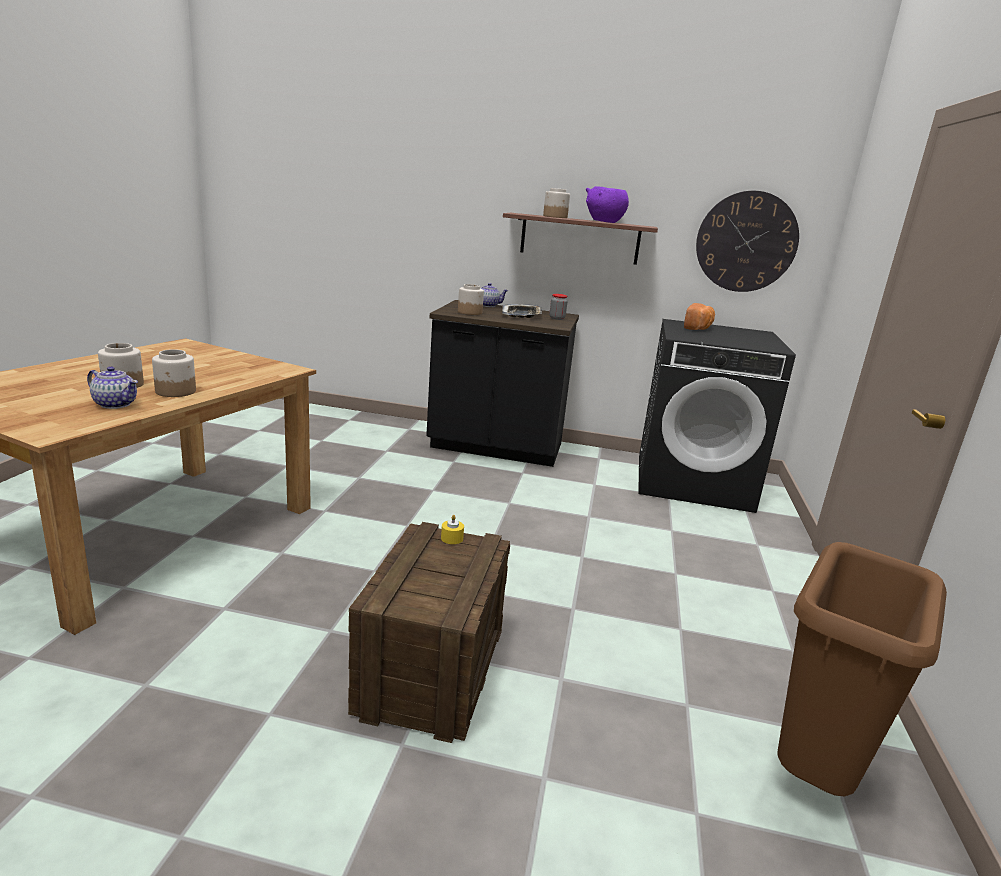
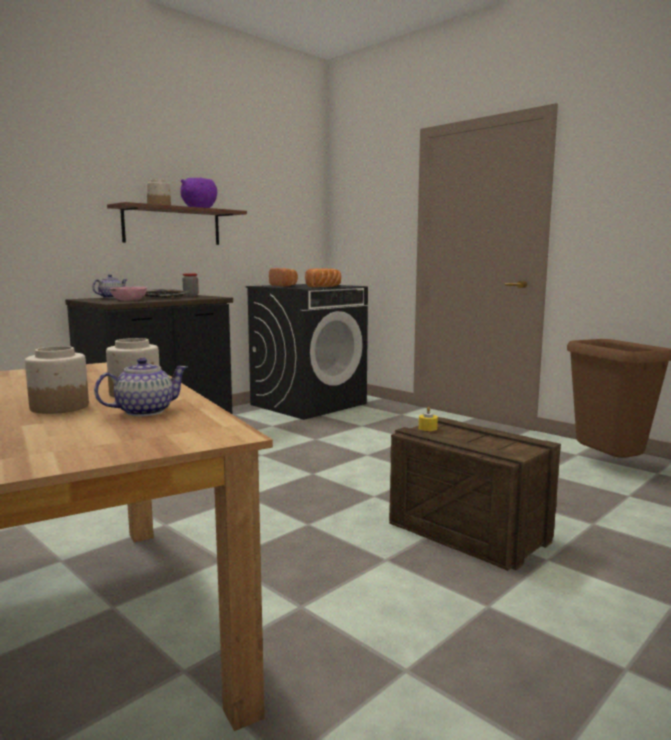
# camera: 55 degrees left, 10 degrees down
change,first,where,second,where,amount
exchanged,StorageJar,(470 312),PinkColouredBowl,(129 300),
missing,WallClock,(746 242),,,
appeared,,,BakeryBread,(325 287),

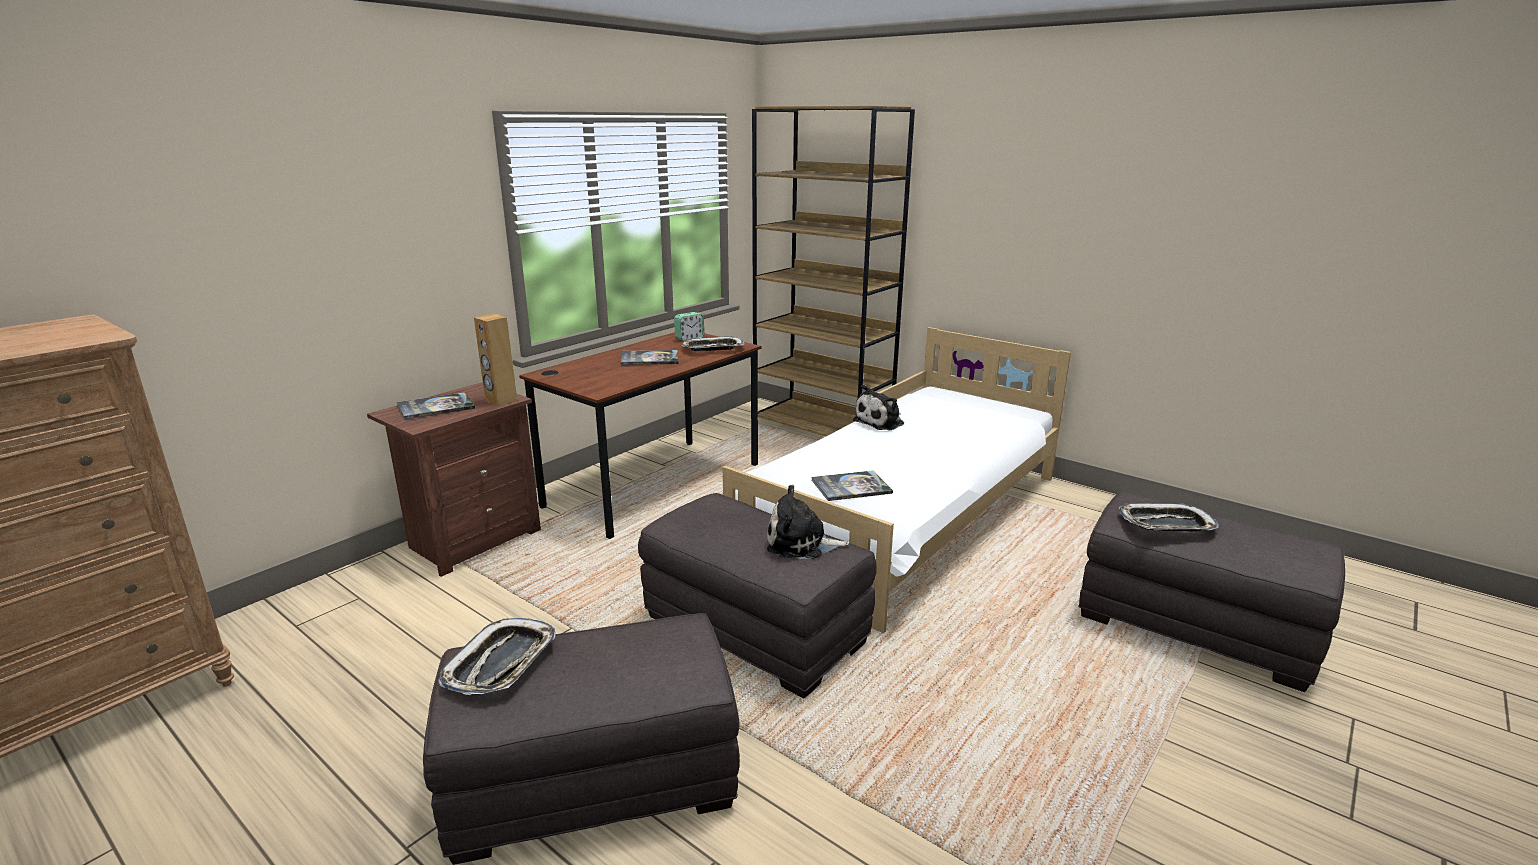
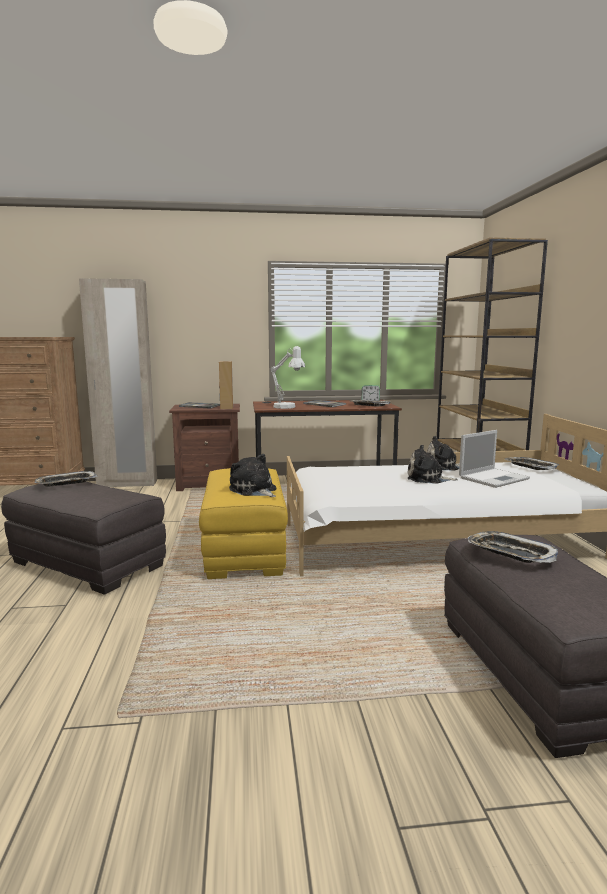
# camera: 45 degrees right, 10 degrees down
change,first,where,second,where,amount
colour,GreyOttoman,(757 630),YellowOttoman,(245 550),
missing,Book,(851 487),,,
appeared,,,BeigeColouredArmoire,(127 483),
appeared,,,WhiteColouredTabletopLamp,(288 407),
appeared,,,SoftToy,(427 479),
appeared,,,NotebookComputer,(494 478),
appeared,,,Tray,(530 467),

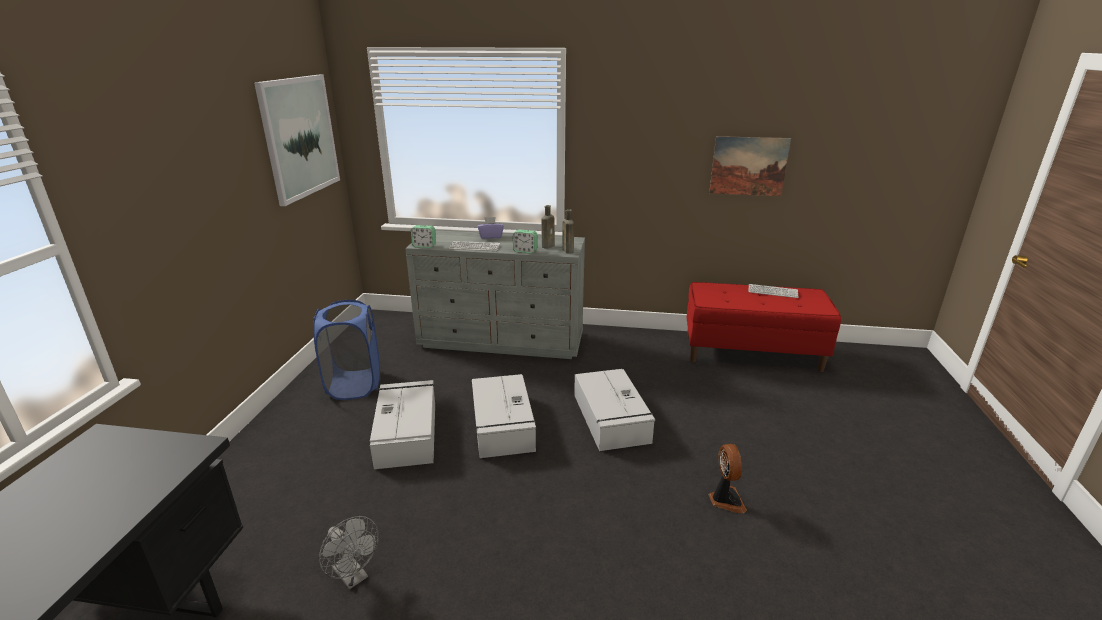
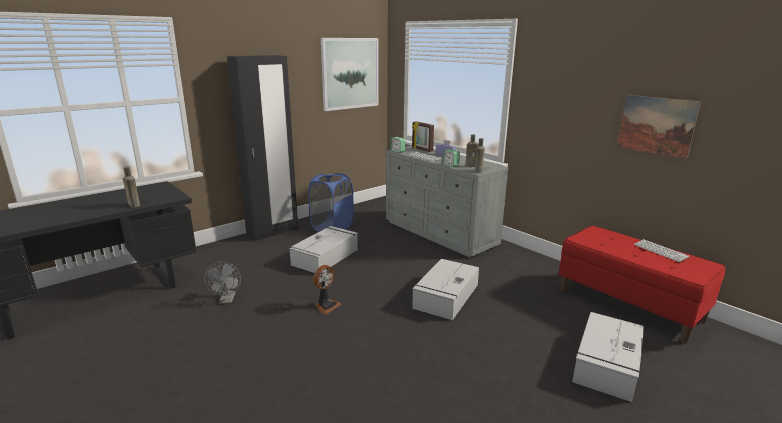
# camera: 40 degrees right, 5 degrees down
change,first,where,second,where,amount
relocated,GreyStorageBox,(502 425),,(607 364),
relocated,CoolingFan,(725 500),,(326 306),
appeared,,,BrownishBottle,(133 205),
appeared,,,BlackArmoire,(273 232),
appeared,,,PictureFrame,(421 150),

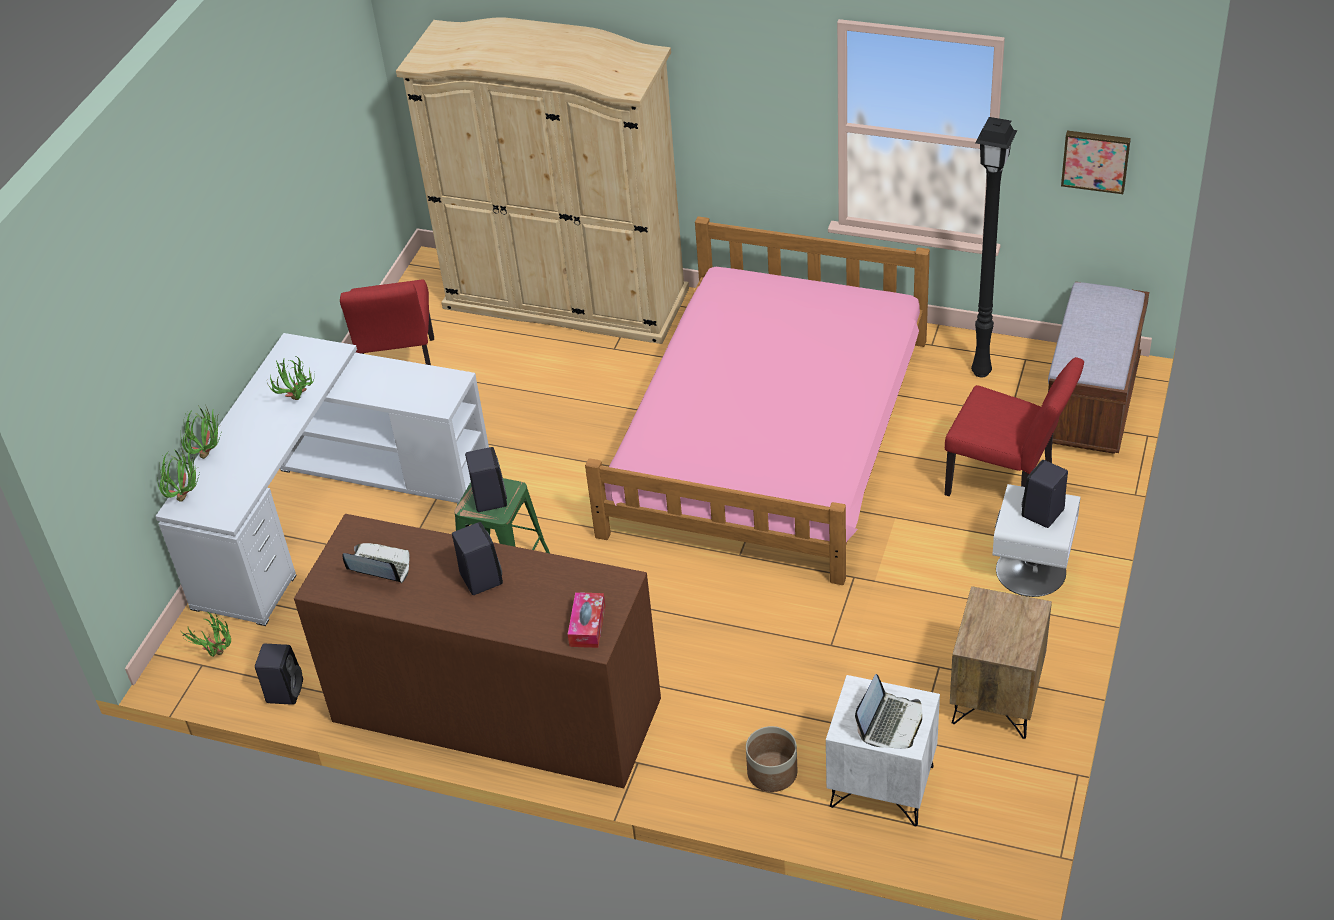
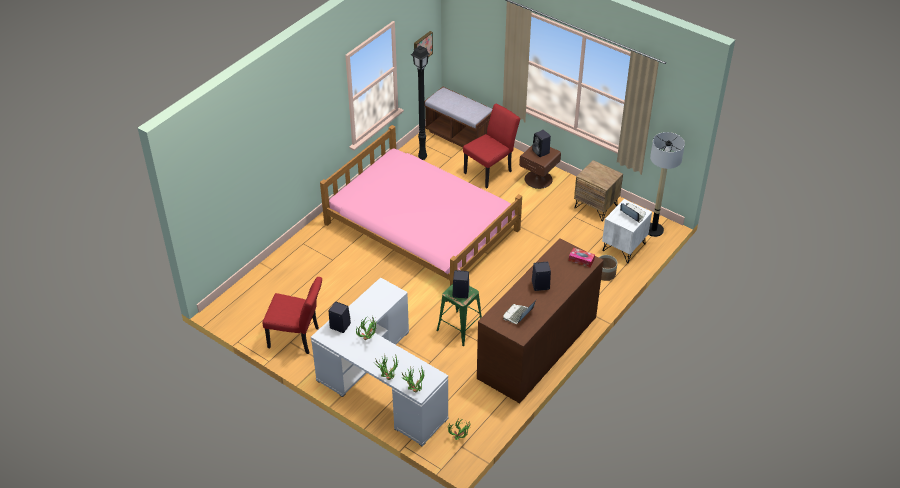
# camera: 75 degrees left, 0 degrees up
change,first,where,second,where,amount
relocated,BlackAudioSpeaker,(285 690),,(339 326),
missing,BeigeColouredArmoire,(566 298),,,
colour,WhiteColouredNightTable,(1032 571),BrownishNightTable,(538 179),
appeared,,,FloorLamp,(653 230),

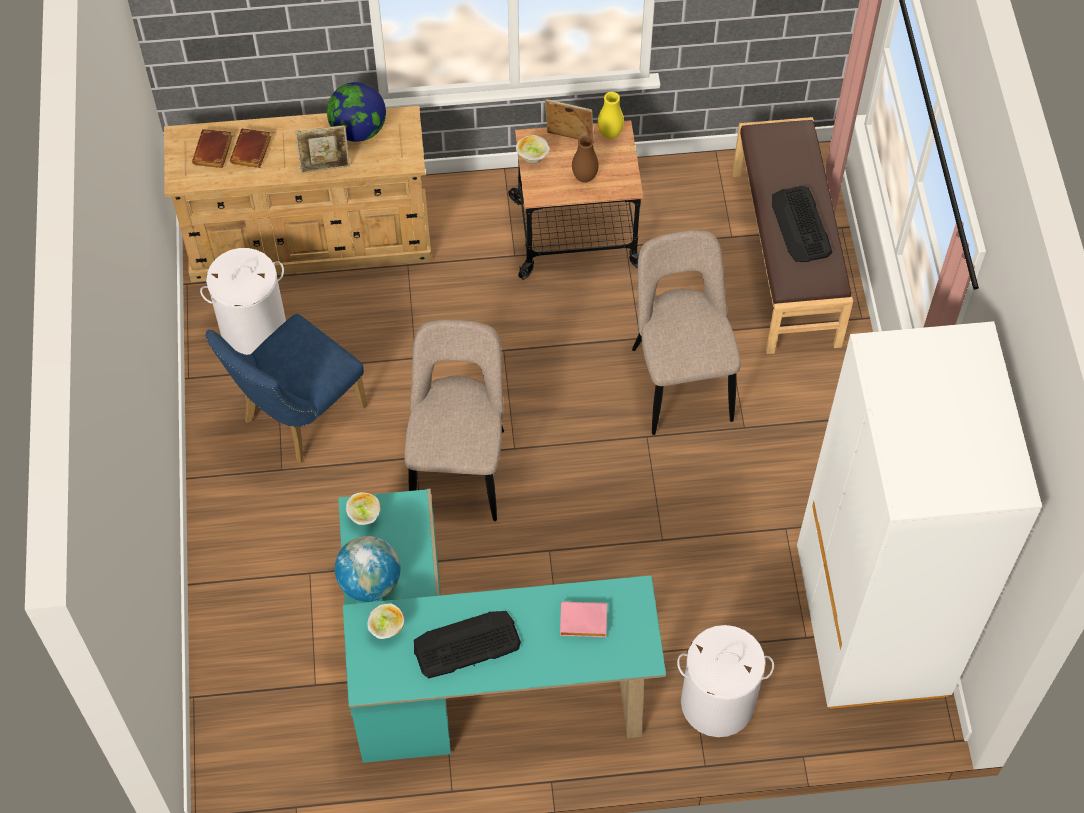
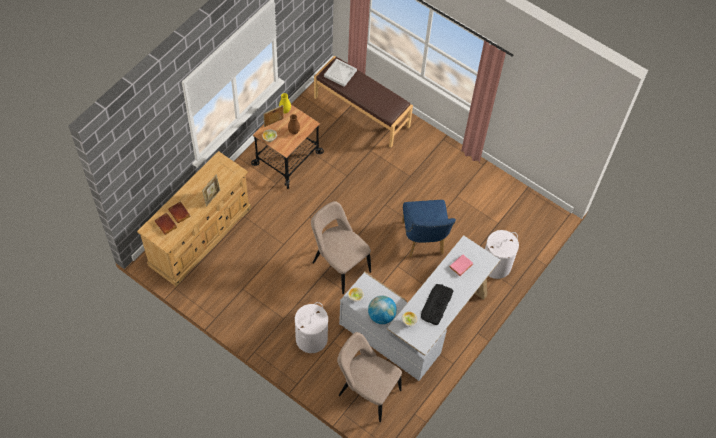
# camera: 50 degrees left, 0 degrees up
change,first,where,second,where,amount
relocated,WhiteColouredWashingBasket,(253 331),,(311 339),
relocated,BlueChair,(297 417),,(423 241),
missing,WorldGlobe,(358 130),,,
colour,TurquoiseDesk,(473 674),WhiteColouredDesk,(418 324),
relocated,BeigeColouredChair,(680 379),,(367 391),
missing,PcKeyboard,(801 225),,,
missing,WhiteColouredArmoire,(870 625),,,
appeared,,,WhiteColouredTray,(339 73),

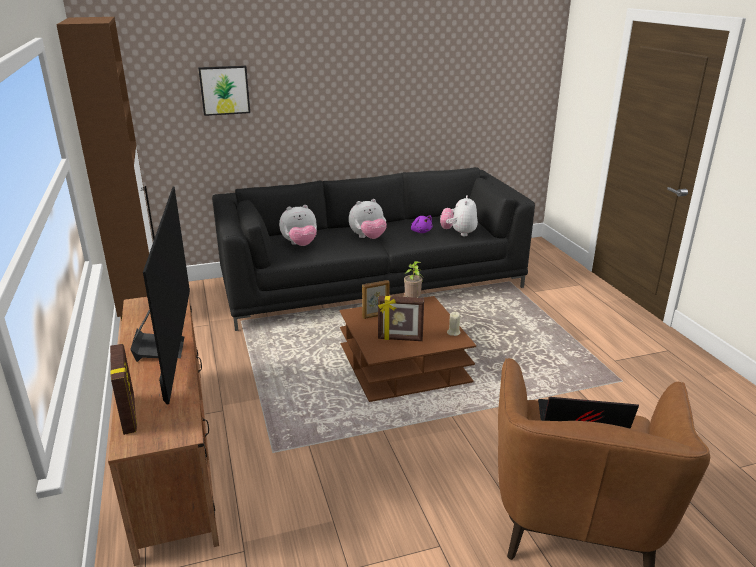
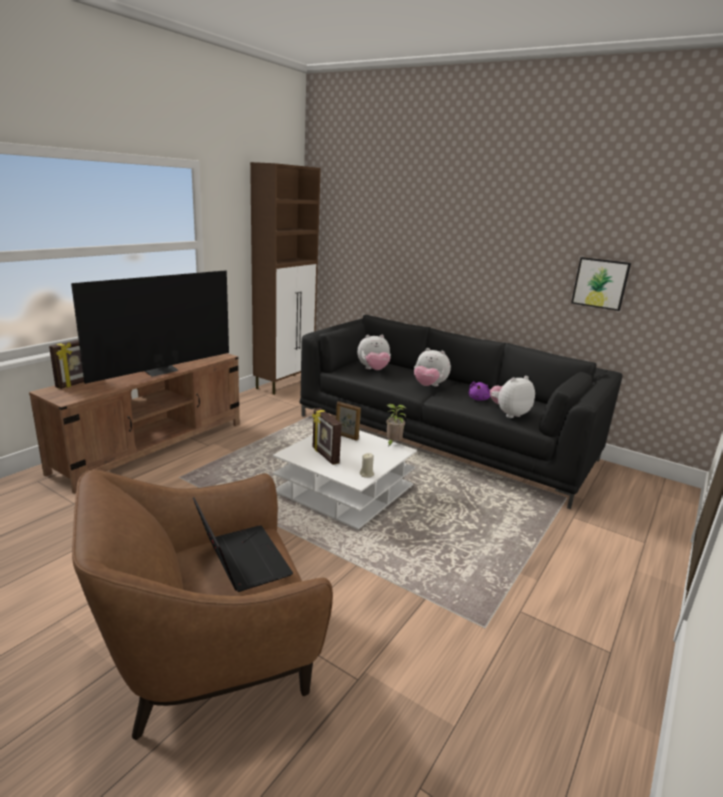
# camera: 50 degrees right, 5 degrees down
change,first,where,second,where,amount
relocated,WallArt,(224 90),,(600 283),
spun,SoftToy,(300 244),,(373 370),45 degrees counterclockwise
colour,BrownishLoungeTable,(403 363),WhiteColouredLoungeTable,(344 489),

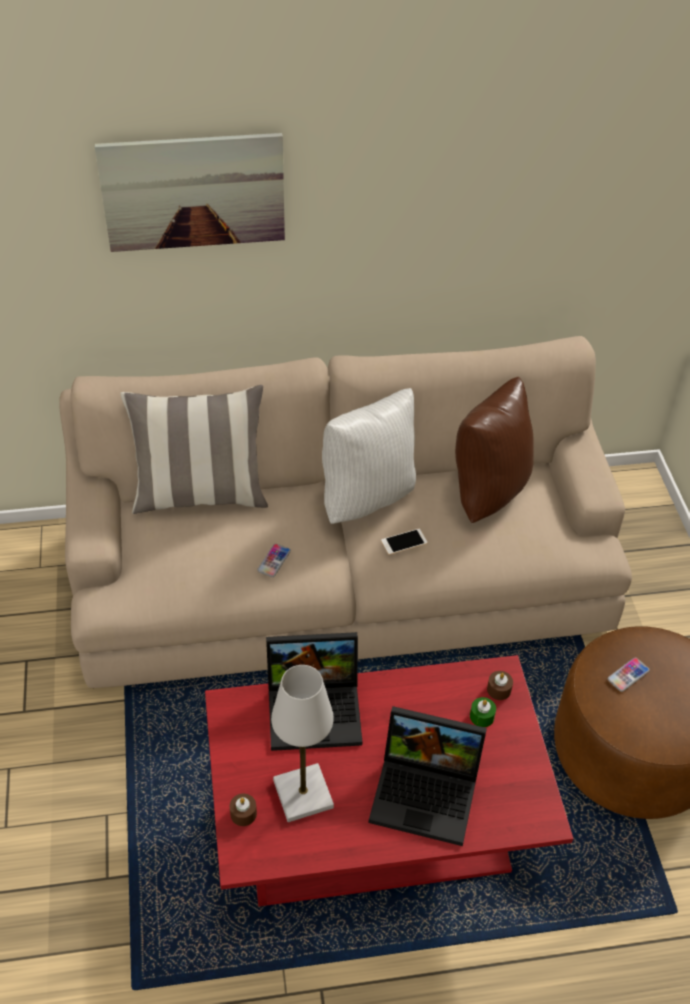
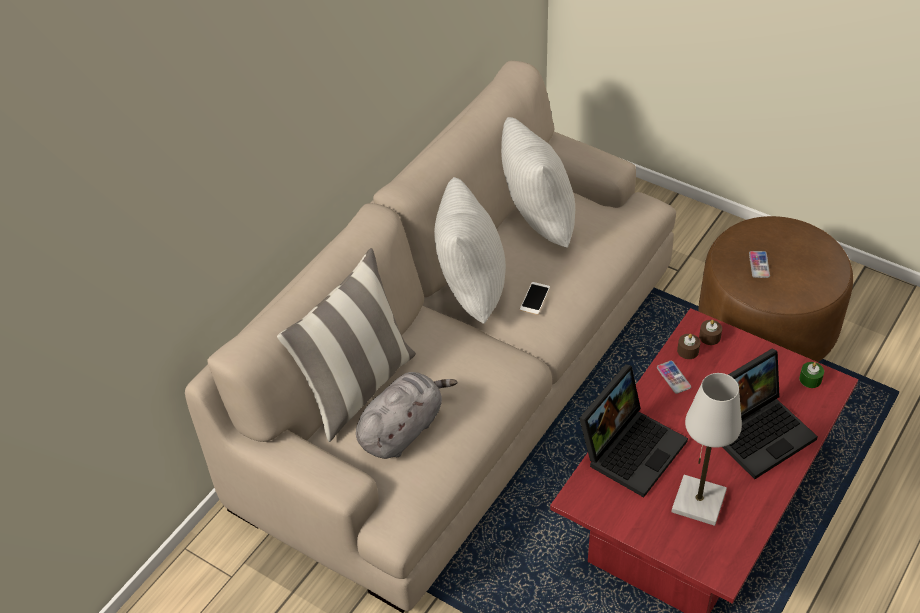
# camera: 45 degrees left, 0 degrees up
change,first,where,second,where,amount
missing,WallArt,(193 192),,,
relocated,BrownishWaxLight,(243 814),,(688 351),
relocated,Handset,(274 561),,(673 377),
colour,BrownishThrowPillow,(487 490),WhiteColouredThrowPillow,(536 223),
relocated,GreenColouredWaxLight,(482 716),,(810 379),
appeared,,,GreySoftToy,(402 429),

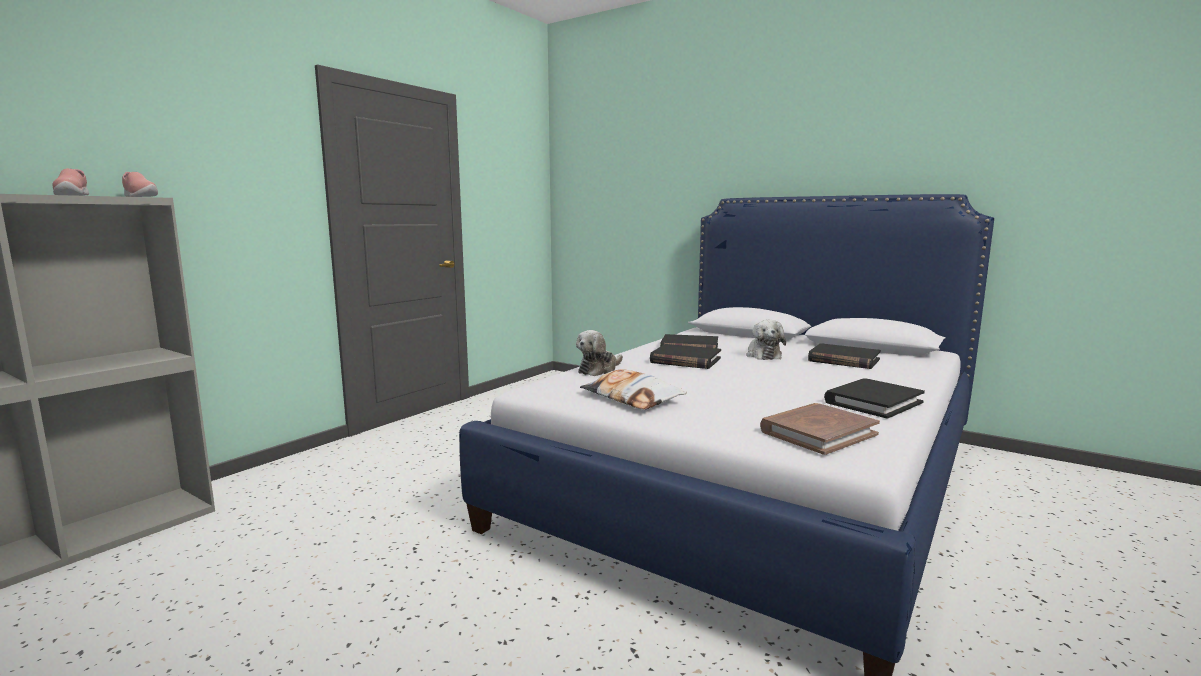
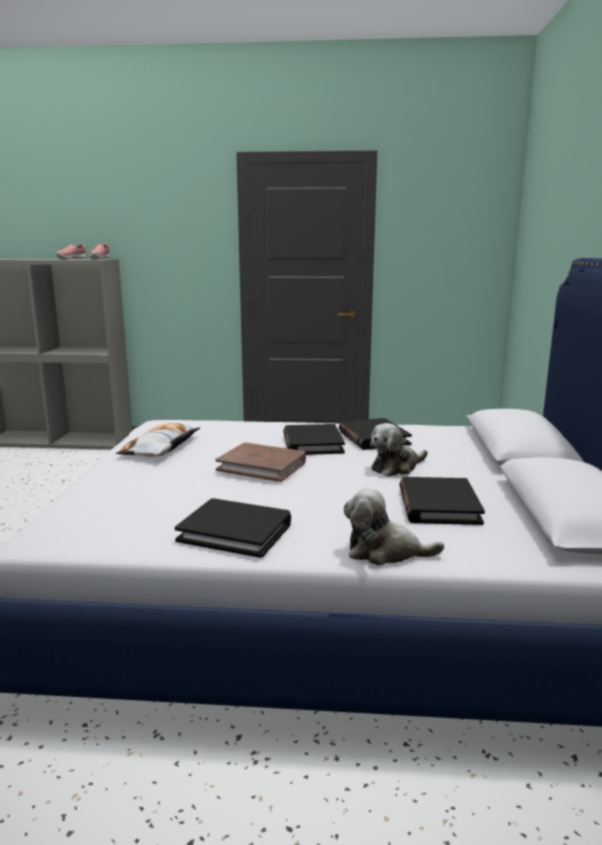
# camera: 60 degrees right, 5 degrees up
change,first,where,second,where,amount
relocated,SoftToy,(599 370),,(385 552),
relocated,BrownishBook,(818 433),,(262 466),

